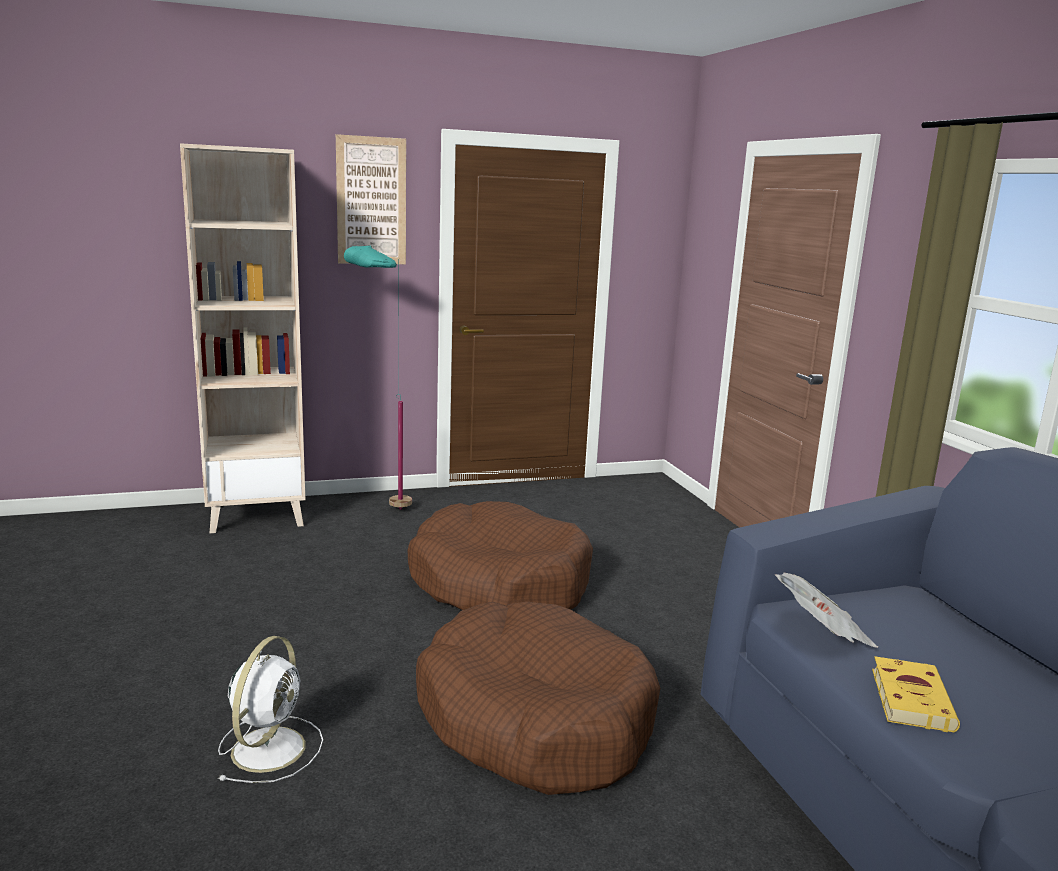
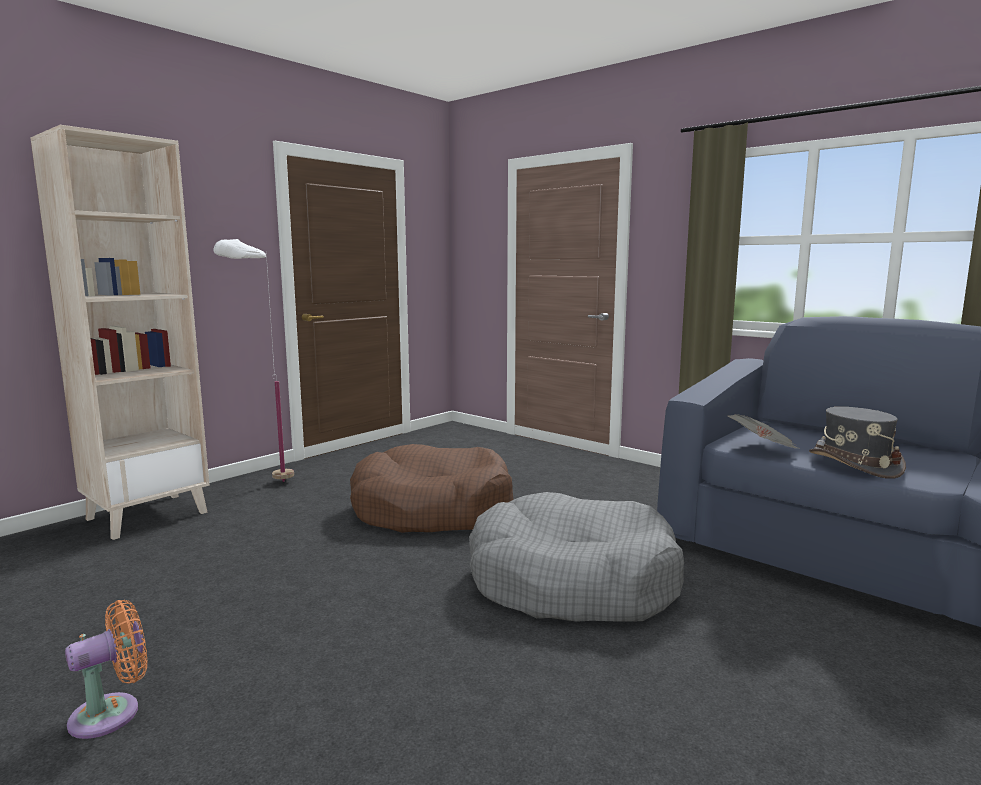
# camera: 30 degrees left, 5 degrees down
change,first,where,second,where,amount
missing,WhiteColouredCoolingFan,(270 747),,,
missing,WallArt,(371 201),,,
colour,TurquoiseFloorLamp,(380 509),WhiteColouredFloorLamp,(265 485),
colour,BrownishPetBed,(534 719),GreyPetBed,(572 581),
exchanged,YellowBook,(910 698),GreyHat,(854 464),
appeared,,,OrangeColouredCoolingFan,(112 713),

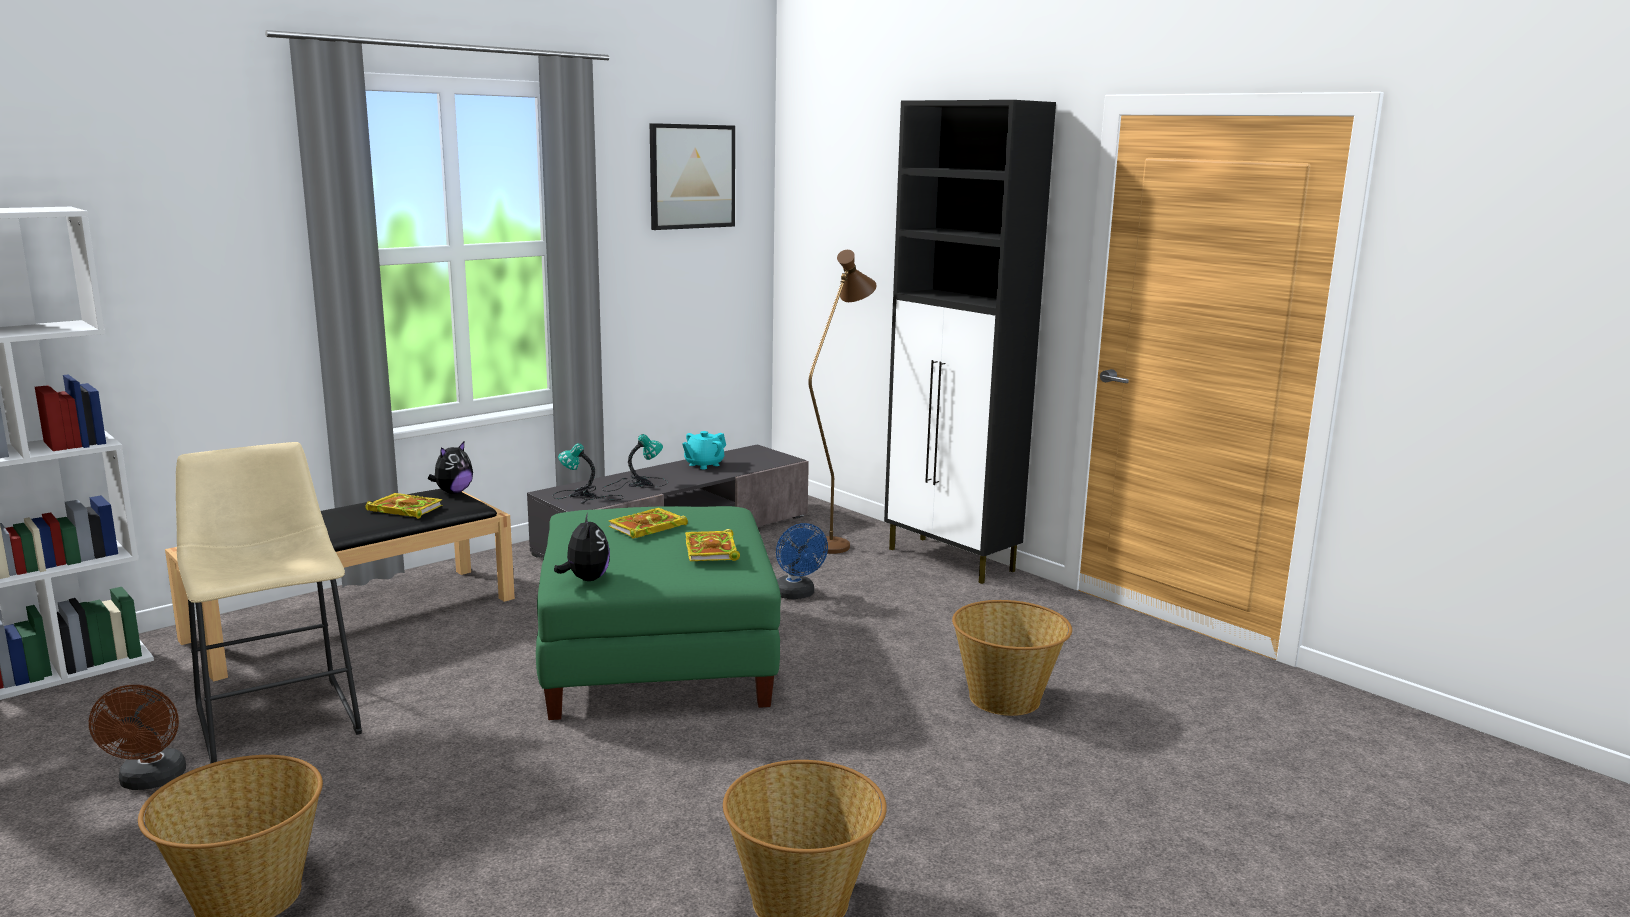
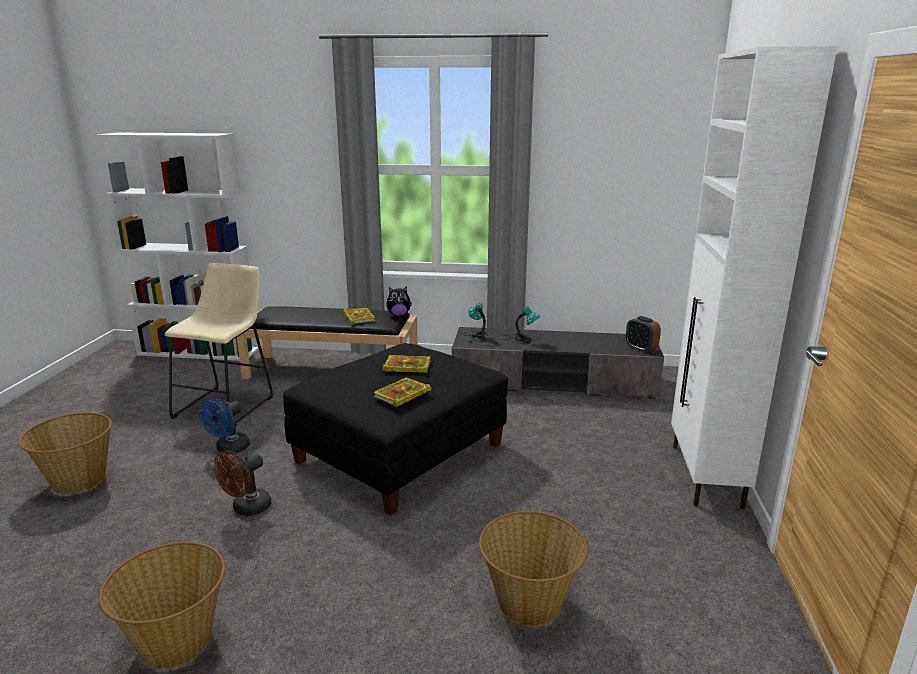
# camera: 50 degrees right, 5 degrees up
change,first,where,second,where,amount
relocated,BrownishCoolingFan,(150 781),,(247 509),
colour,GreenColouredOttoman,(656 657),BlackOttoman,(399 452),
missing,SoftToy,(585 579),,,
missing,WallArt,(692 176),,,
missing,TurquoiseTeaPot,(703 465),,,
relocated,BlueCoolingFan,(796 595),,(229 449),
missing,BrownishFloorLamp,(837 542),,,
colour,BlackCabinet,(951 560),WhiteColouredCabinet,(706 476),
appeared,,,AlarmClock,(641 348),

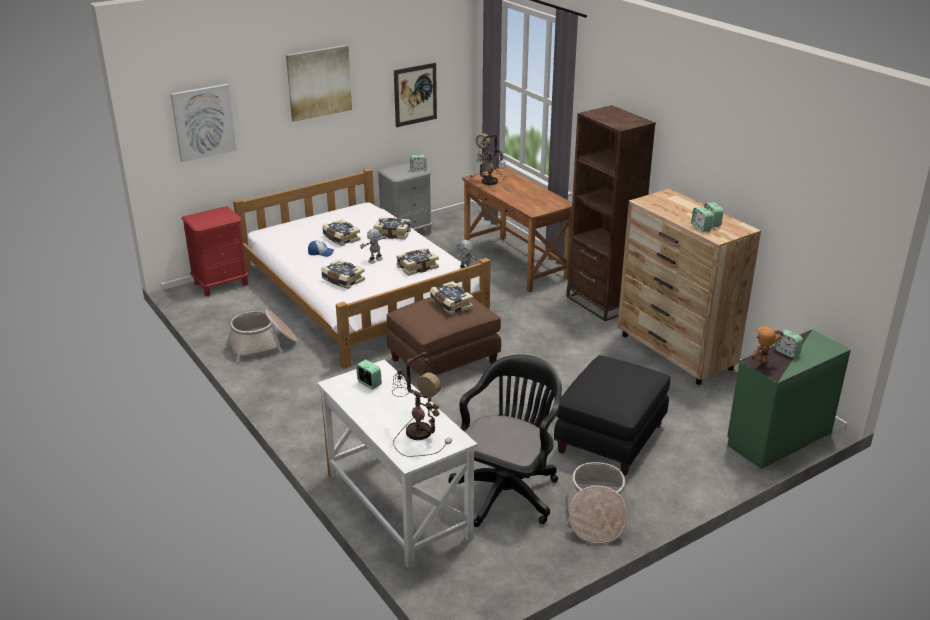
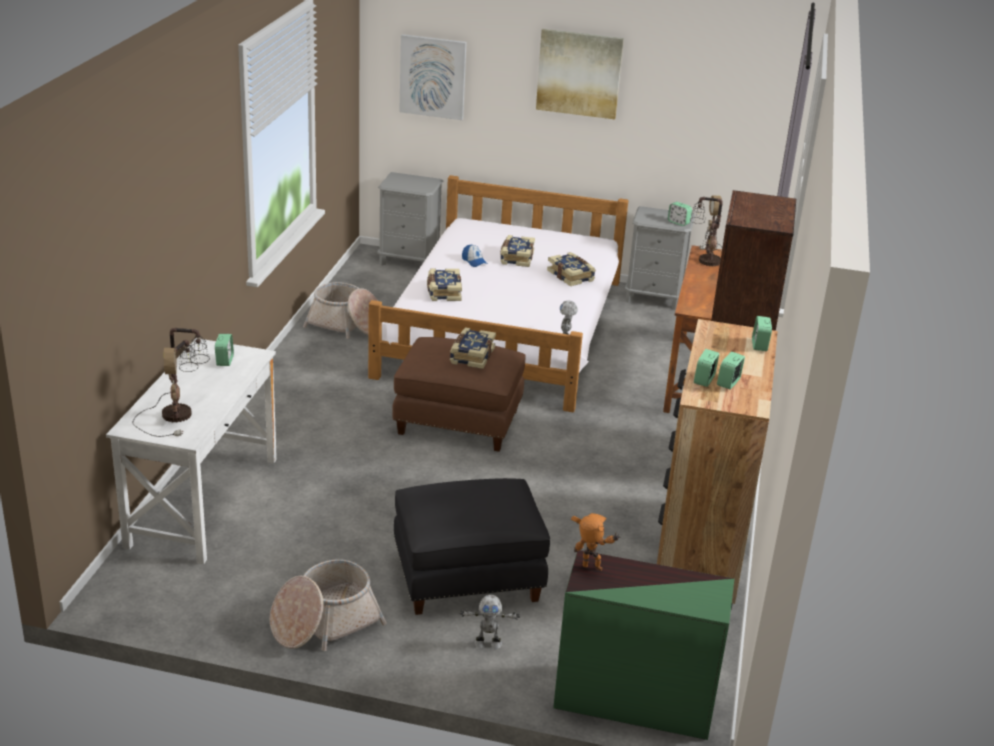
# camera: 45 degrees right, 0 degrees up
change,first,where,second,where,amount
colour,RedNightTable,(221 284),GreyNightTable,(409 261),
relocated,ToyRobot,(375 260),,(488 643),
missing,WallArt,(415 94),,,
missing,Book,(417 267),,,
missing,BlackOfficeChair,(508 490),,,
relocated,AlarmClock,(787 352),,(759 345),

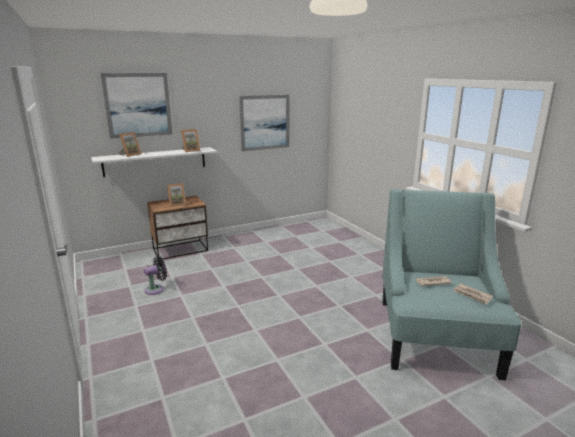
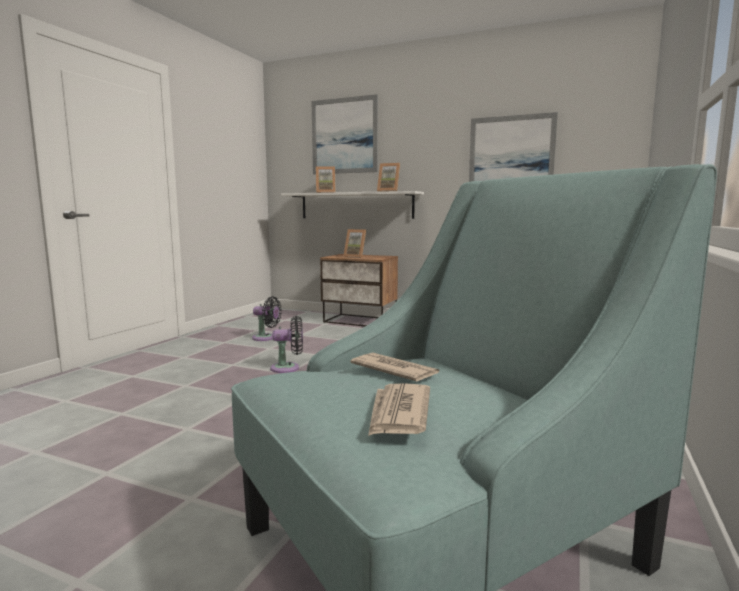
# camera: 50 degrees right, 10 degrees down
change,first,where,second,where,amount
appeared,,,BlackCoolingFan,(288 368),

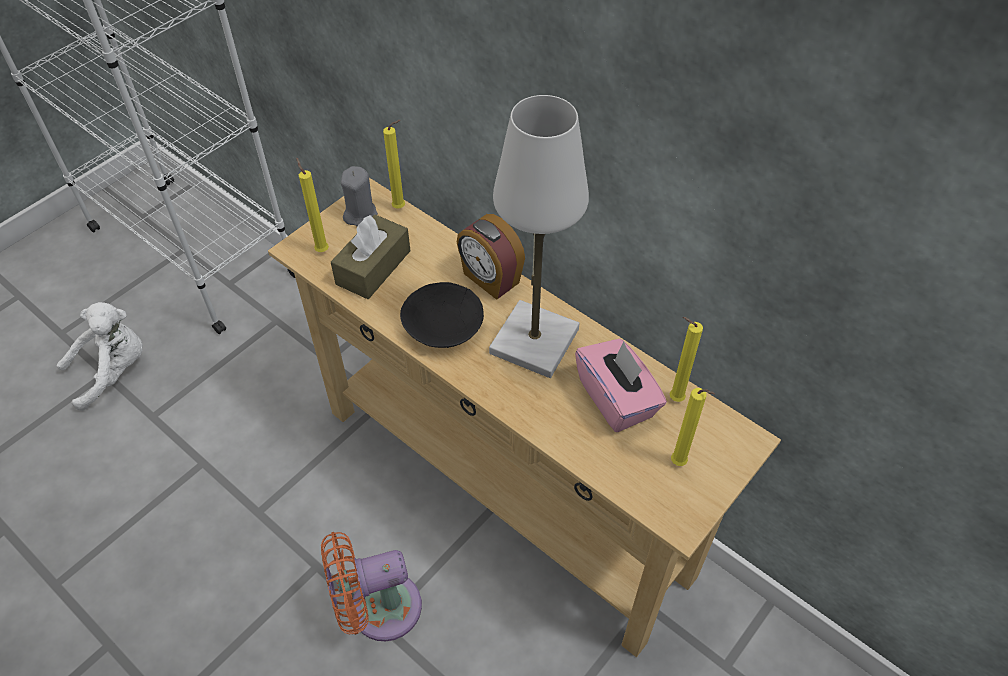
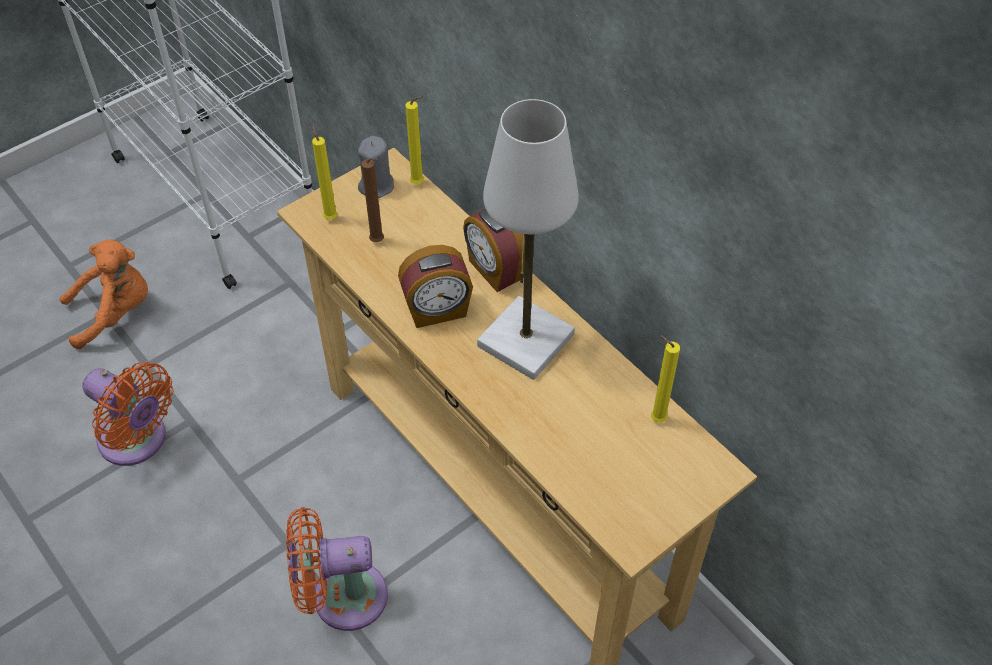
# camera: 10 degrees right, 0 degrees up
change,first,where,second,where,amount
colour,WhiteColouredSoftToy,(114 371),OrangeColouredSoftToy,(115 313),
exchanged,BrownishTissueBox,(373 267),BrownishWaxLight,(379 242),
exchanged,BlackBowl,(443 325),AlarmClock,(437 311),
missing,PinkColouredTissueBox,(617 399),,,
missing,YellowWaxLight,(680 464),,,
appeared,,,OrangeColouredCoolingFan,(137 441),

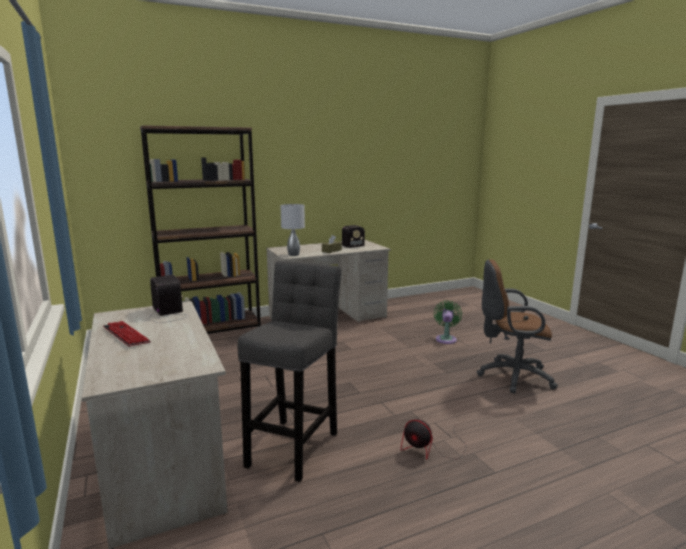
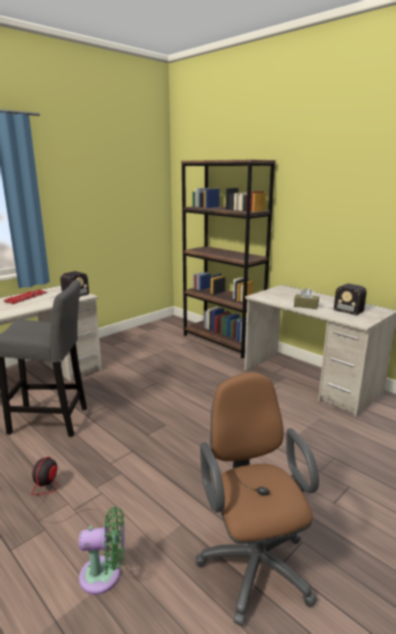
# camera: 70 degrees right, 5 degrees up
change,first,where,second,where,amount
missing,GreyTabletopLamp,(293 254),,,
relocated,GreenColouredCoolingFan,(446 338),,(105 574),

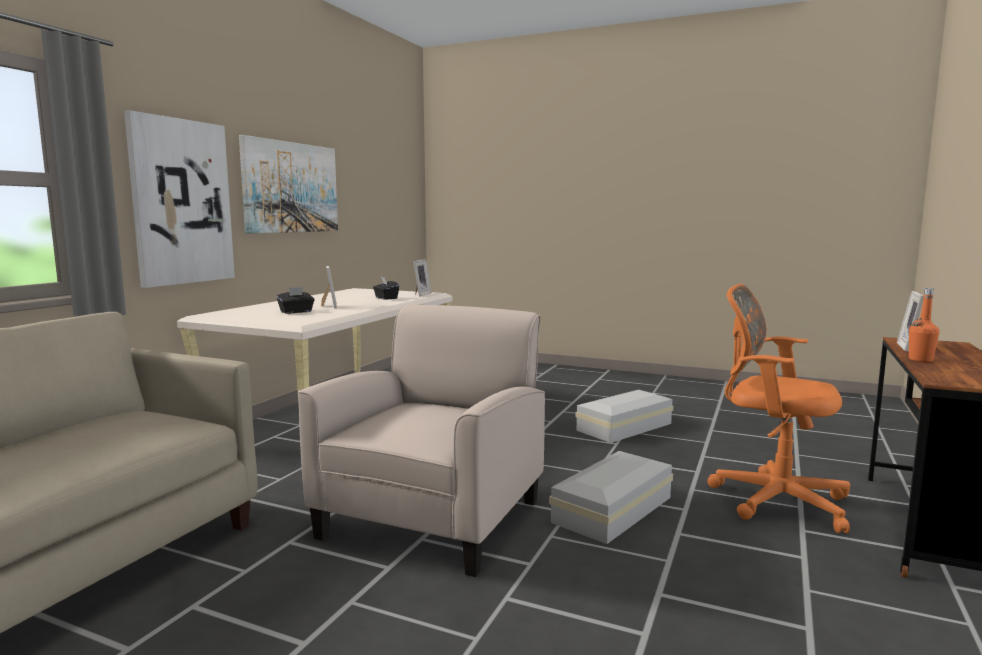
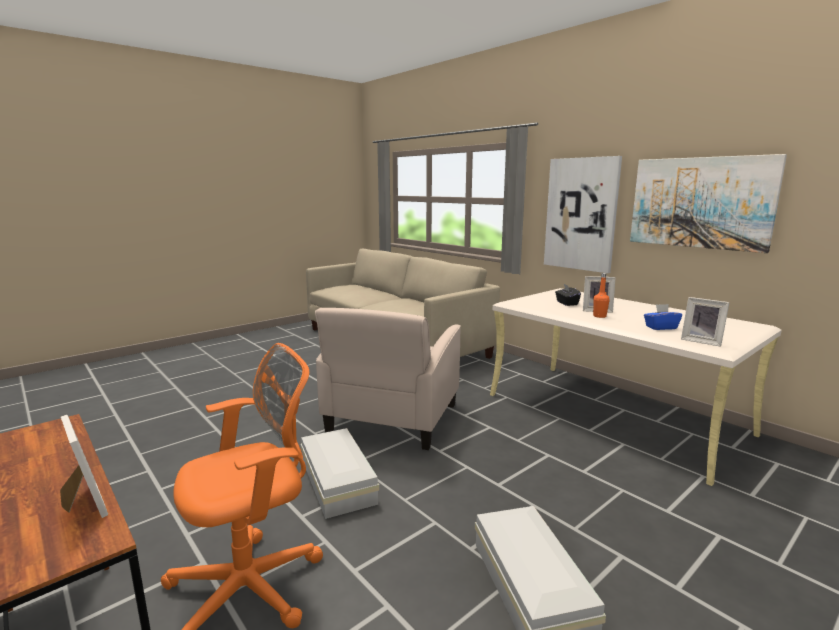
# camera: 115 degrees right, 5 degrees up
change,first,where,second,where,amount
spun,BeigeColouredEasyChair,(434 517),,(392 419),60 degrees clockwise
colour,BlackTissueBox,(386 298),BlueTissueBox,(660 327),
relocated,OrangeColouredBottle,(920 360),,(599 316),

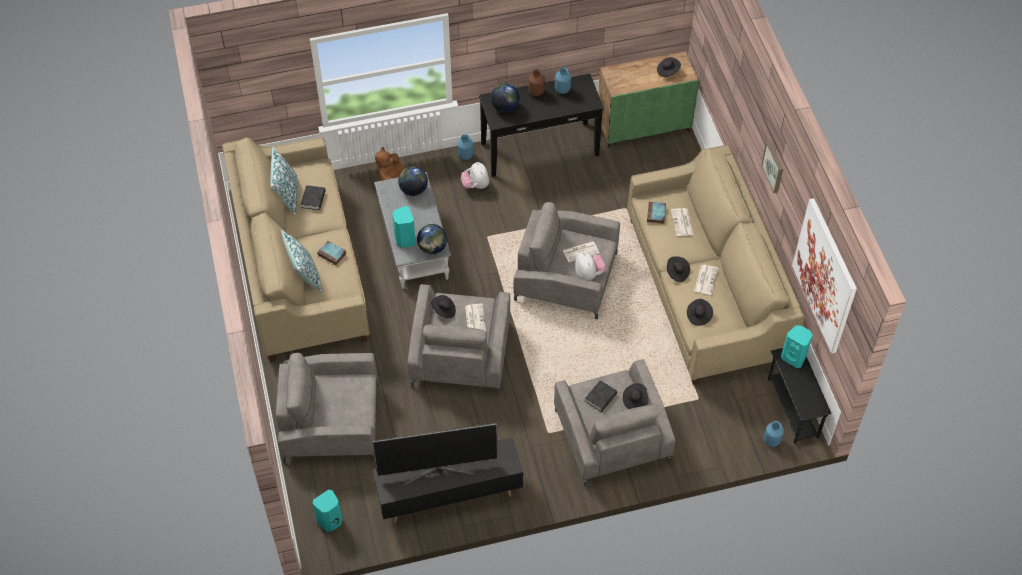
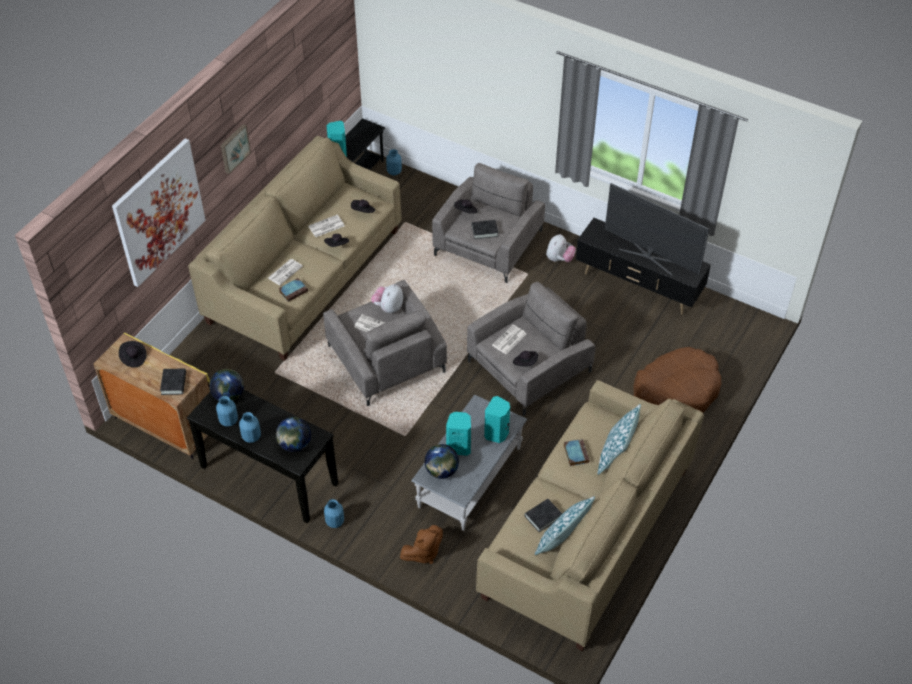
# camera: 135 degrees left, 5 degrees down
change,first,where,second,where,amount
exchanged,GreyEasyChair,(332 422),BrownishPetBed,(676 391),
relocated,TurquoiseAudioSpeaker,(330 521),,(459 447),
relocated,WorldGlobe,(432 248),,(229 396),
relocated,SoftToy,(475 185),,(559 259),
colour,BrownishDecorativeVase,(536 92),BlueDecorativeVase,(252 437),
colour,GreenColouredCabinet,(644 126),YellowCabinet,(165 424),
relocated,WallArt,(825 275),,(159 212),
appeared,,,BlackBook,(173 383),

